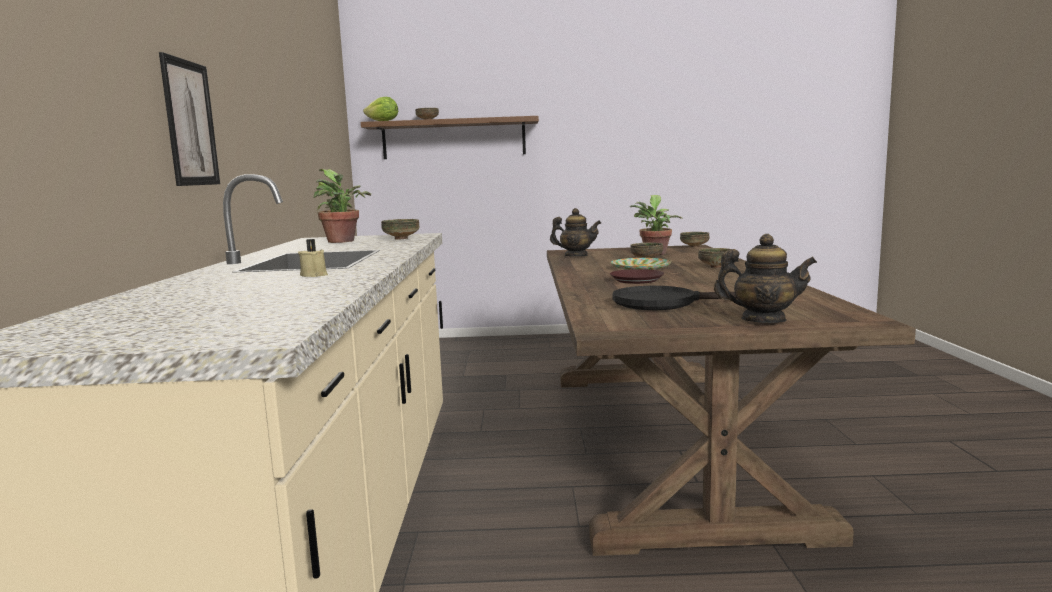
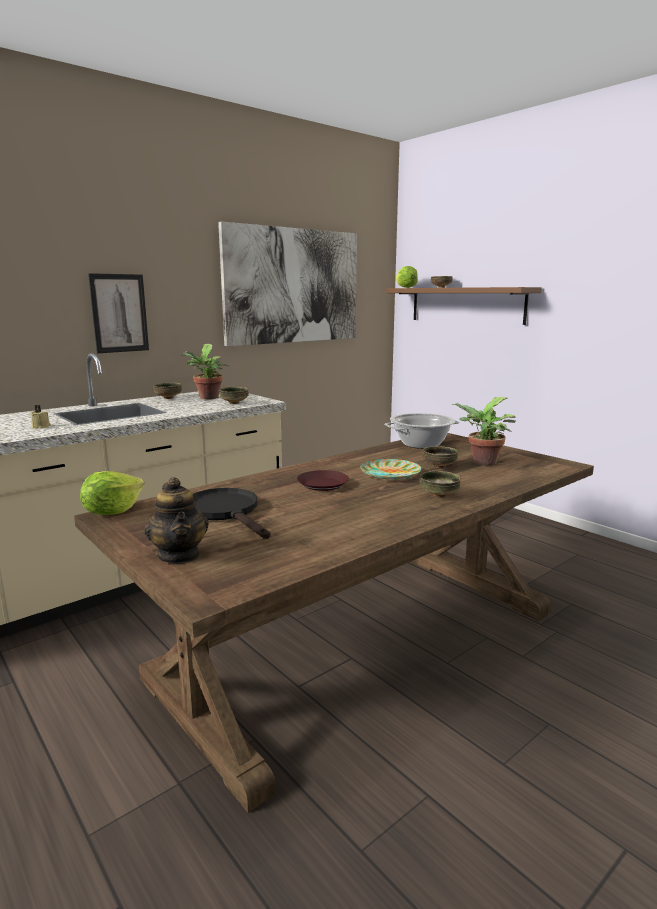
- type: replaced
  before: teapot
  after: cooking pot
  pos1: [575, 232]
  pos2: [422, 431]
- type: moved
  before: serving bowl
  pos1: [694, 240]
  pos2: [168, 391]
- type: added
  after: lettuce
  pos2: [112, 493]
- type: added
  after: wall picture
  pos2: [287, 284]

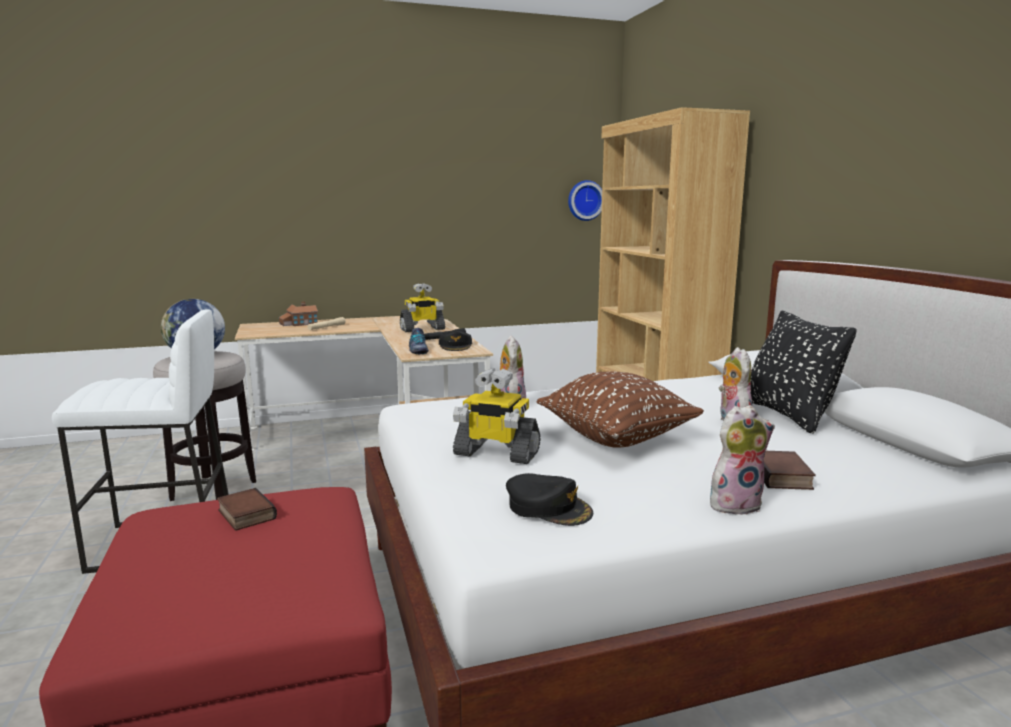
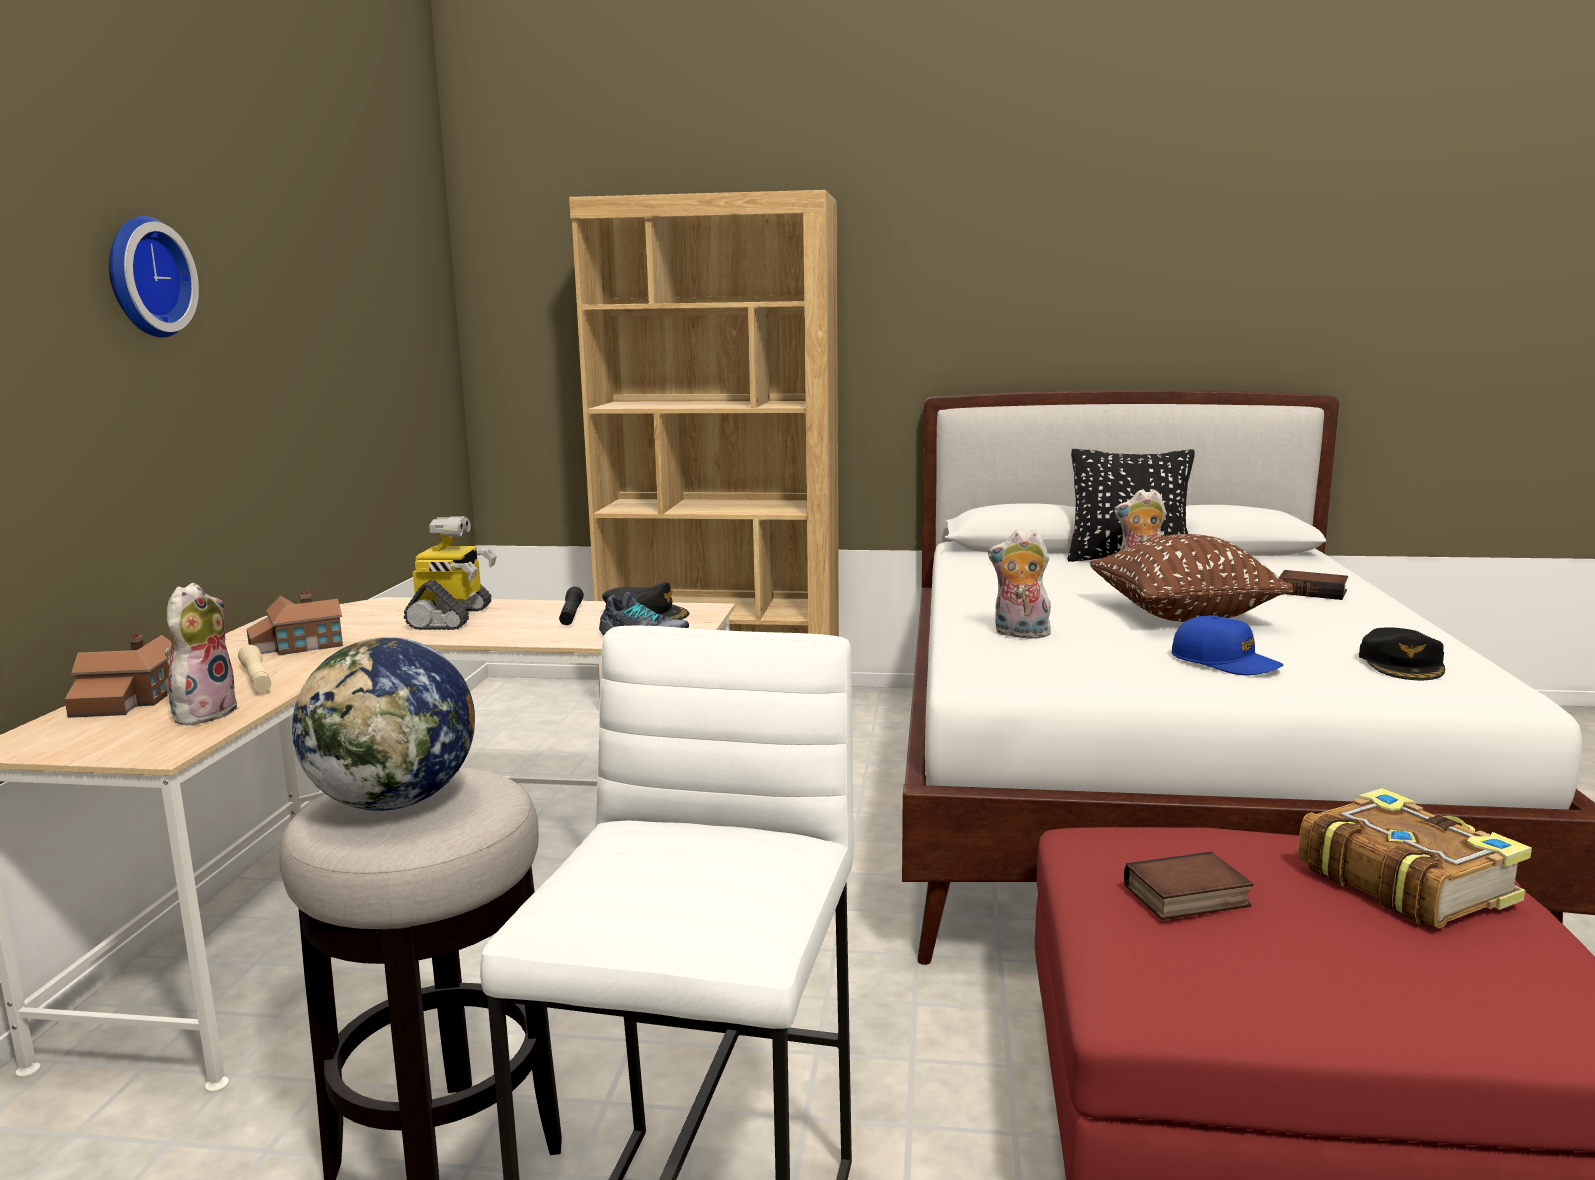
- type: replaced
  before: toy robot
  after: bluish baseball cap
  pos1: [496, 416]
  pos2: [1227, 645]
- type: turned
  before: blackish baseball cap
  pos1: [549, 499]
  pos2: [1402, 653]
  turn: 135
- type: moved
  before: hanging clock
  pos1: [585, 200]
  pos2: [154, 277]
- type: moved
  before: plush toy
  pos1: [742, 460]
  pos2: [202, 654]
- type: added
  after: model house
  pos2: [295, 623]
- type: added
  after: bound book
  pos2: [1415, 858]

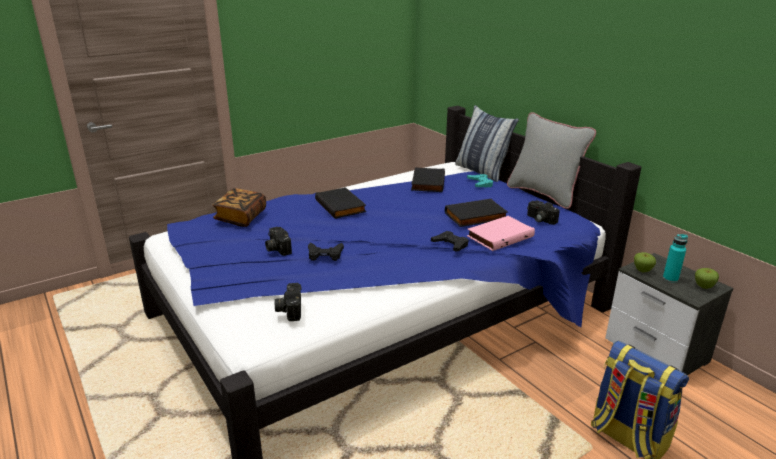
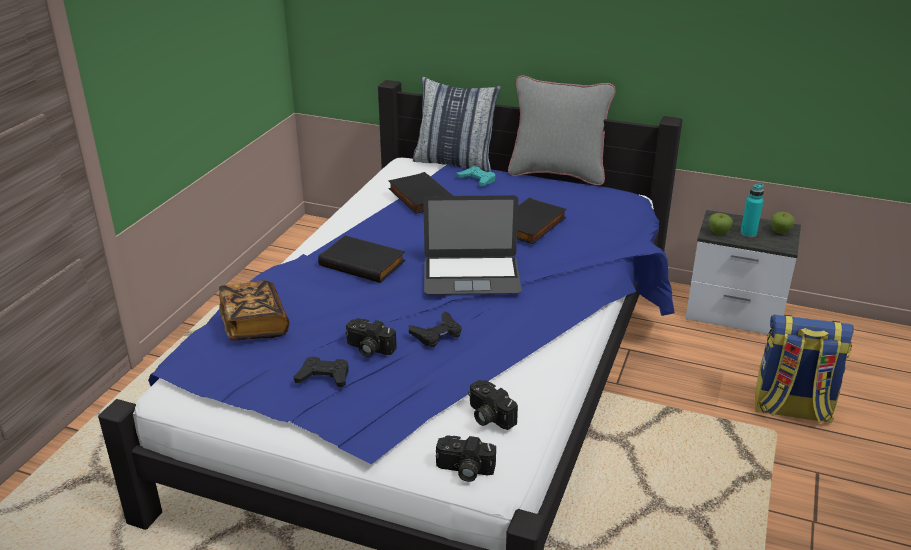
- type: moved
  before: blackish joypad
  pos1: [449, 241]
  pos2: [321, 371]
- type: removed
  before: pink bound book
  pos1: [501, 233]
- type: moved
  before: still camera
  pos1: [543, 212]
  pos2: [466, 458]
- type: added
  after: laptop
  pos2: [472, 245]

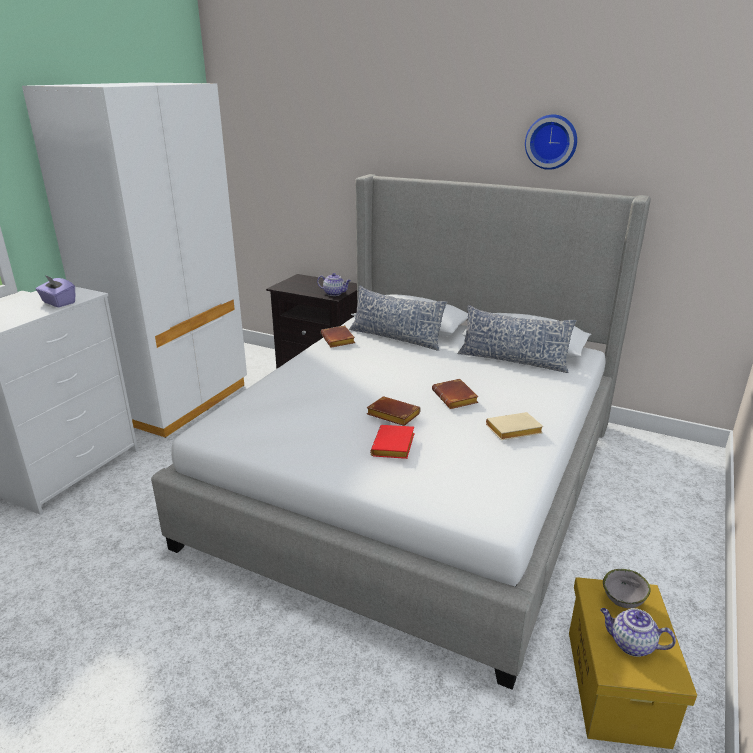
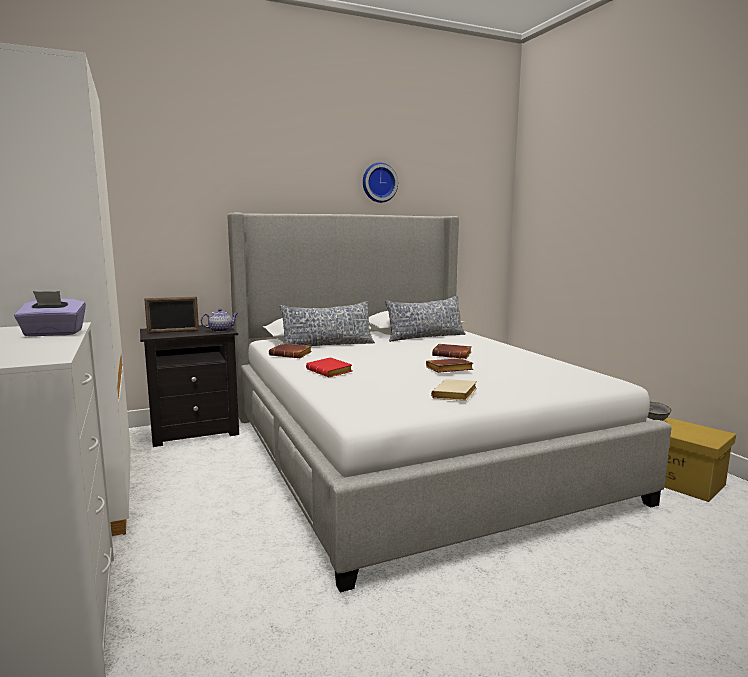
- type: moved
  before: red bound book
  pos1: [392, 442]
  pos2: [329, 367]
- type: moved
  before: beige bound book
  pos1: [515, 426]
  pos2: [454, 390]
- type: removed
  before: teapot
  pos1: [638, 632]
- type: added
  after: picture frame
  pos2: [171, 315]

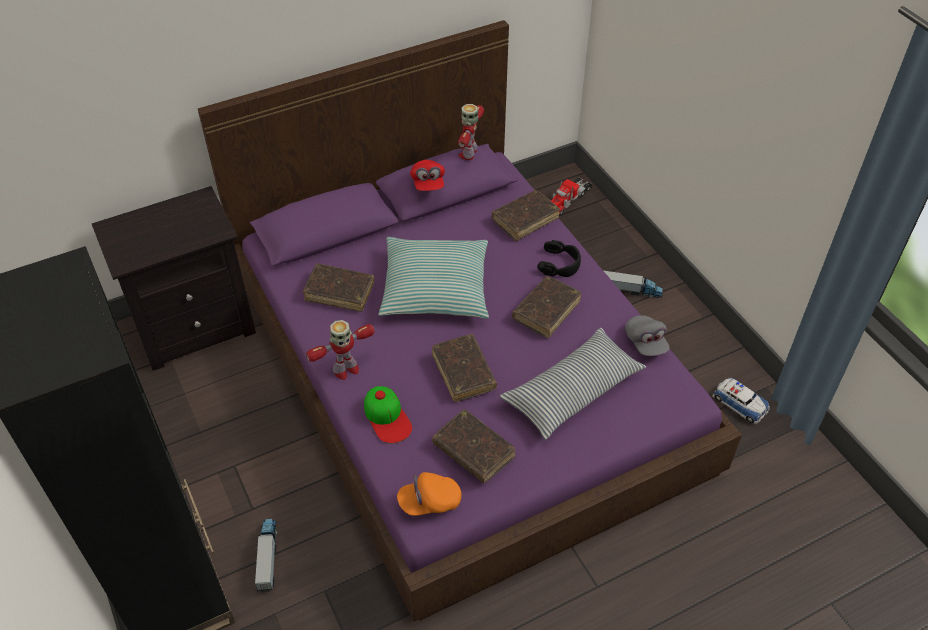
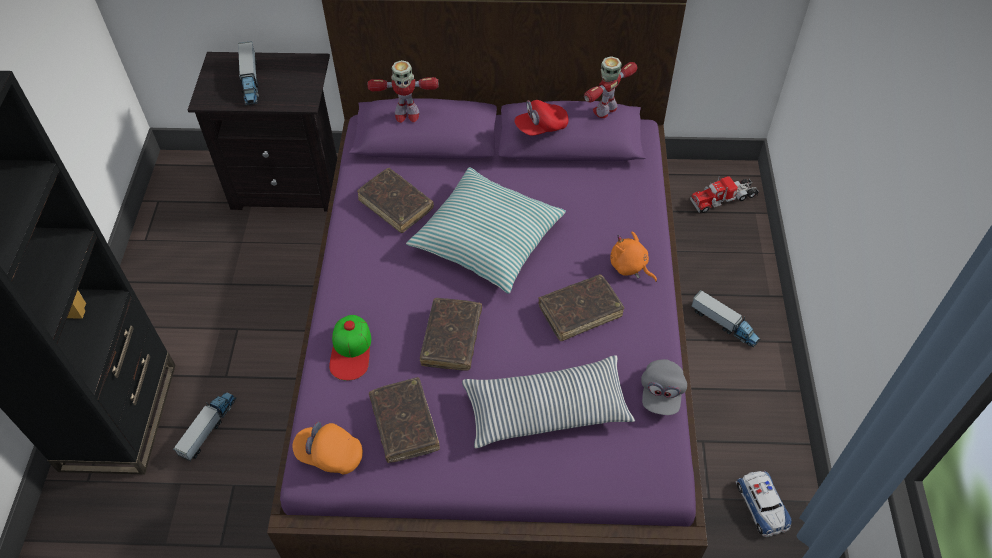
- type: moved
  before: toy robot
  pos1: [340, 350]
  pos2: [403, 91]
- type: turned
  before: red baseball cap
  pos1: [427, 175]
  pos2: [541, 118]
  turn: 45
- type: removed
  before: brownish bound book
  pos1: [526, 215]
- type: replaced
  before: blackish pair of headphones
  after: orangey plush toy
  pos1: [559, 258]
  pos2: [633, 256]
- type: added
  after: model truck
  pos2: [248, 73]

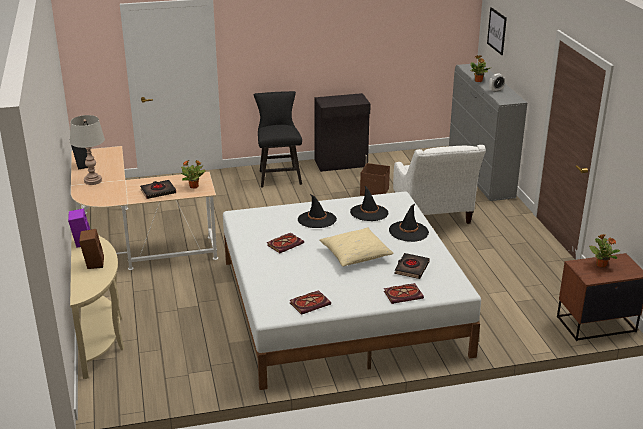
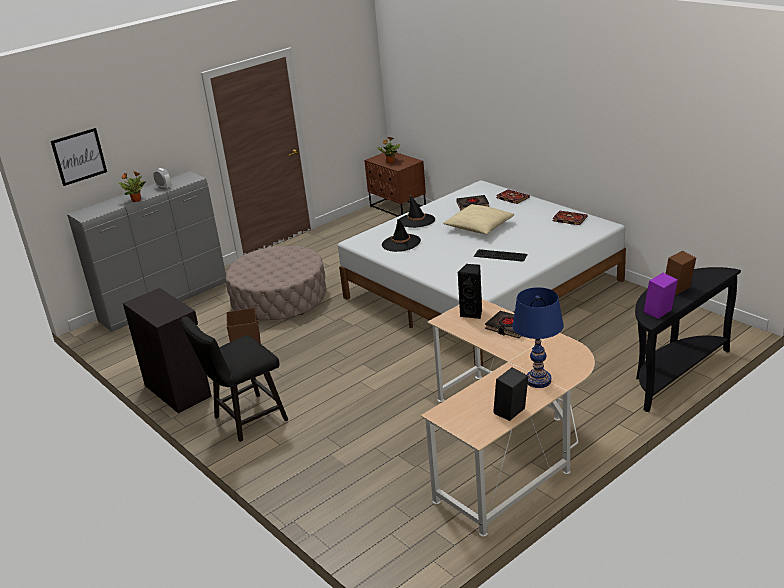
- type: recoloured
  before: grey table lamp
  after: bluish table lamp
  pos1: [87, 150]
  pos2: [538, 337]
- type: recoloured
  before: beige narrow table
  after: blackish narrow table
  pos1: [97, 307]
  pos2: [688, 339]
- type: replaced
  before: houseplant
  after: blackish speaker
  pos1: [193, 174]
  pos2: [470, 291]
- type: replaced
  before: bound book
  after: PC keyboard
  pos1: [285, 243]
  pos2: [501, 255]
- type: removed
  before: blackish hat
  pos1: [317, 211]
- type: replaced
  before: whitish lounge chair
  after: beige ottoman
  pos1: [439, 184]
  pos2: [275, 283]

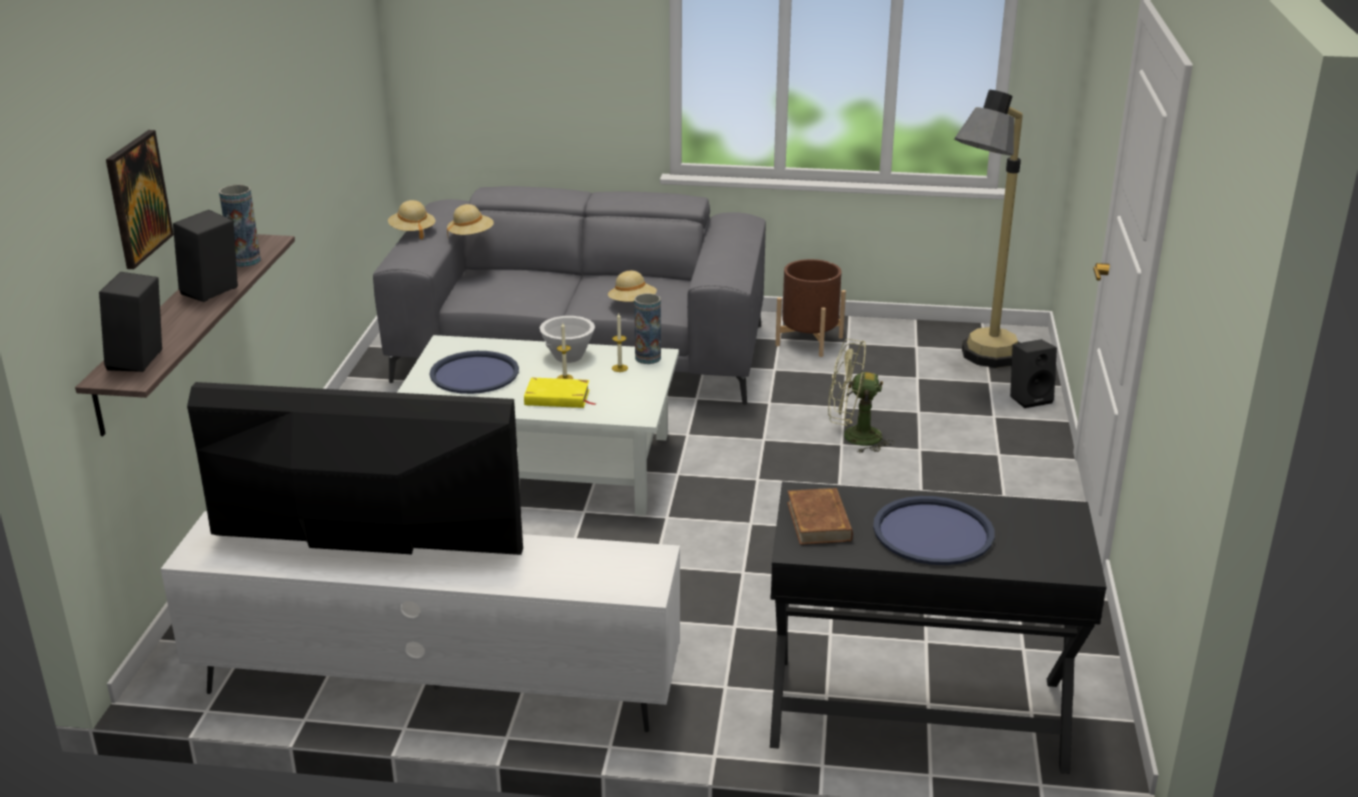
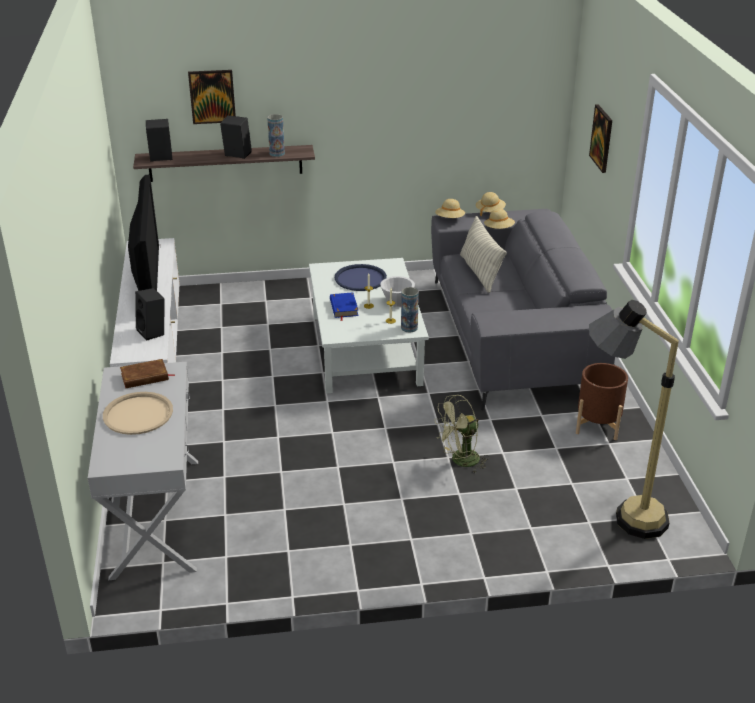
- type: recoloured
  before: yellowish bound book
  after: bluish bound book
  pos1: [560, 392]
  pos2: [344, 306]
- type: moved
  before: beige hat
  pos1: [632, 286]
  pos2: [450, 208]
- type: recoloured
  before: blackish narrow table
  after: whitish narrow table
  pos1: [938, 627]
  pos2: [143, 471]
- type: turned
  before: green-coloured fan
  pos1: [861, 396]
  pos2: [461, 433]
  turn: -105
- type: recoloured
  before: bluish tray
  after: beige tray
  pos1: [934, 530]
  pos2: [138, 413]
- type: moved
  before: blackish speaker
  pos1: [1033, 373]
  pos2: [149, 314]
- type: added
  after: throw pillow
  pos2: [483, 254]
- type: added
  after: wall picture
  pos2: [600, 138]

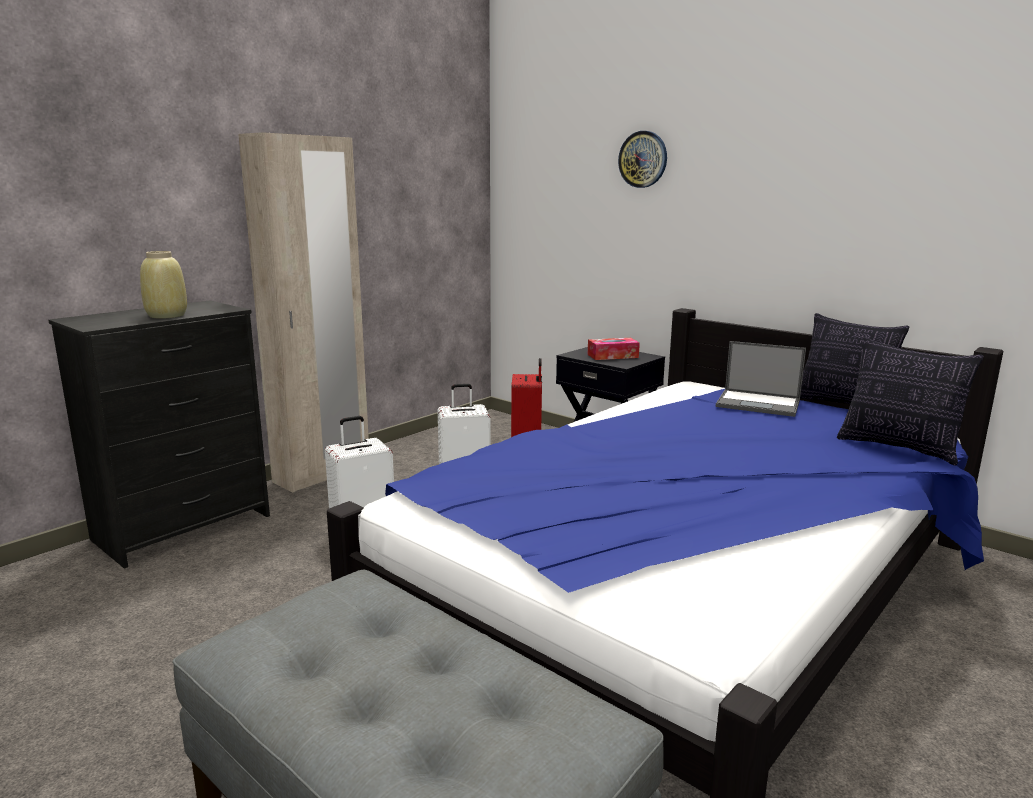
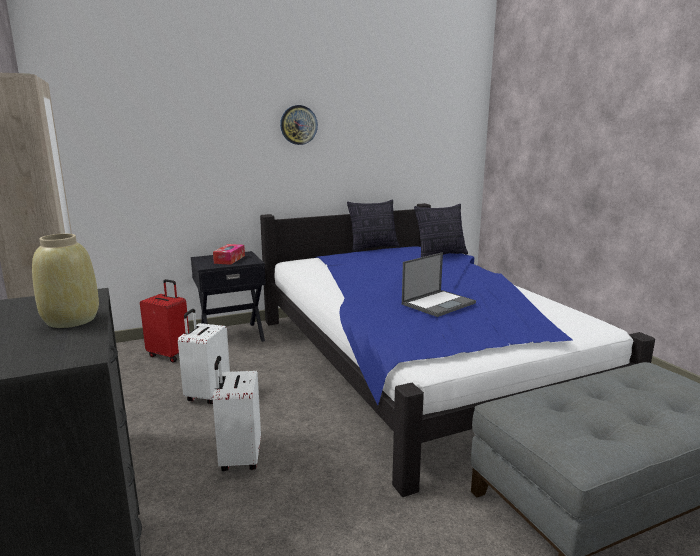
- type: moved
  before: hanging clock
  pos1: [642, 159]
  pos2: [299, 125]
- type: moved
  before: laptop
  pos1: [760, 379]
  pos2: [439, 284]

